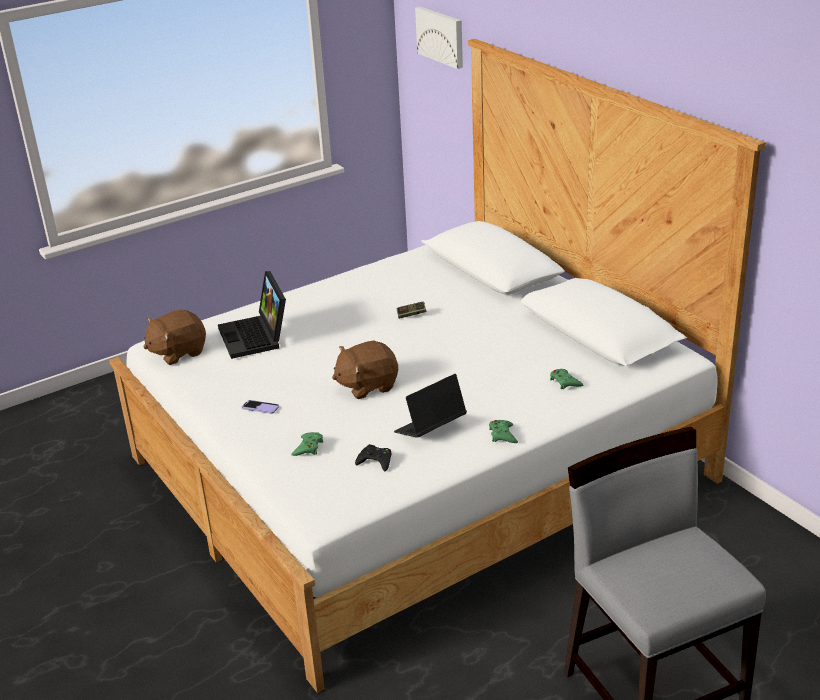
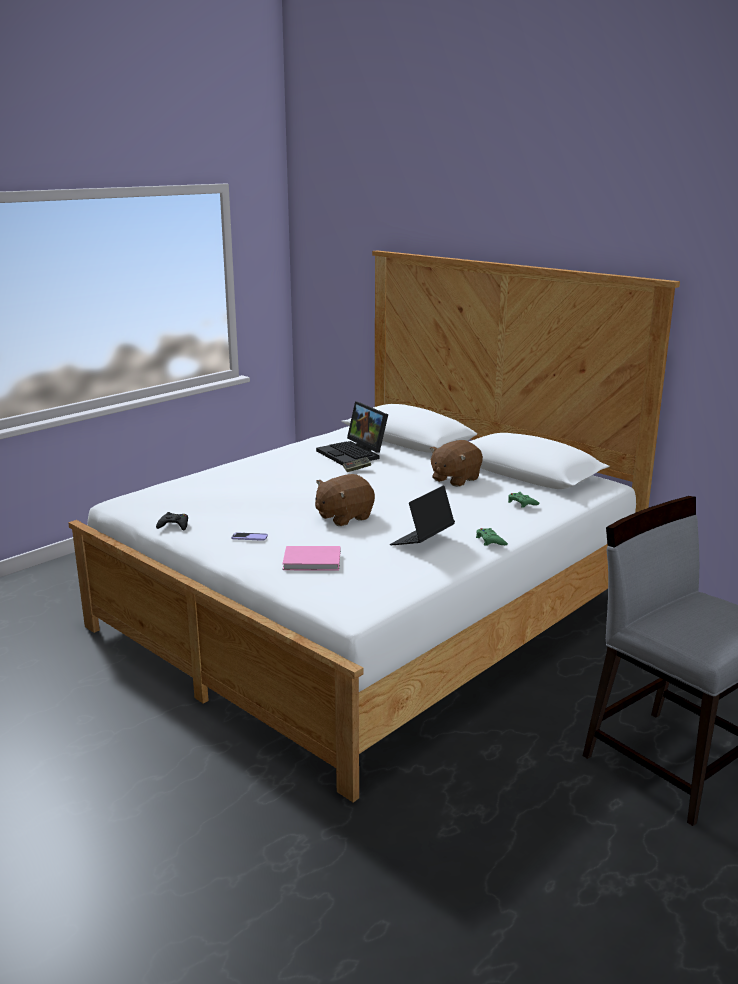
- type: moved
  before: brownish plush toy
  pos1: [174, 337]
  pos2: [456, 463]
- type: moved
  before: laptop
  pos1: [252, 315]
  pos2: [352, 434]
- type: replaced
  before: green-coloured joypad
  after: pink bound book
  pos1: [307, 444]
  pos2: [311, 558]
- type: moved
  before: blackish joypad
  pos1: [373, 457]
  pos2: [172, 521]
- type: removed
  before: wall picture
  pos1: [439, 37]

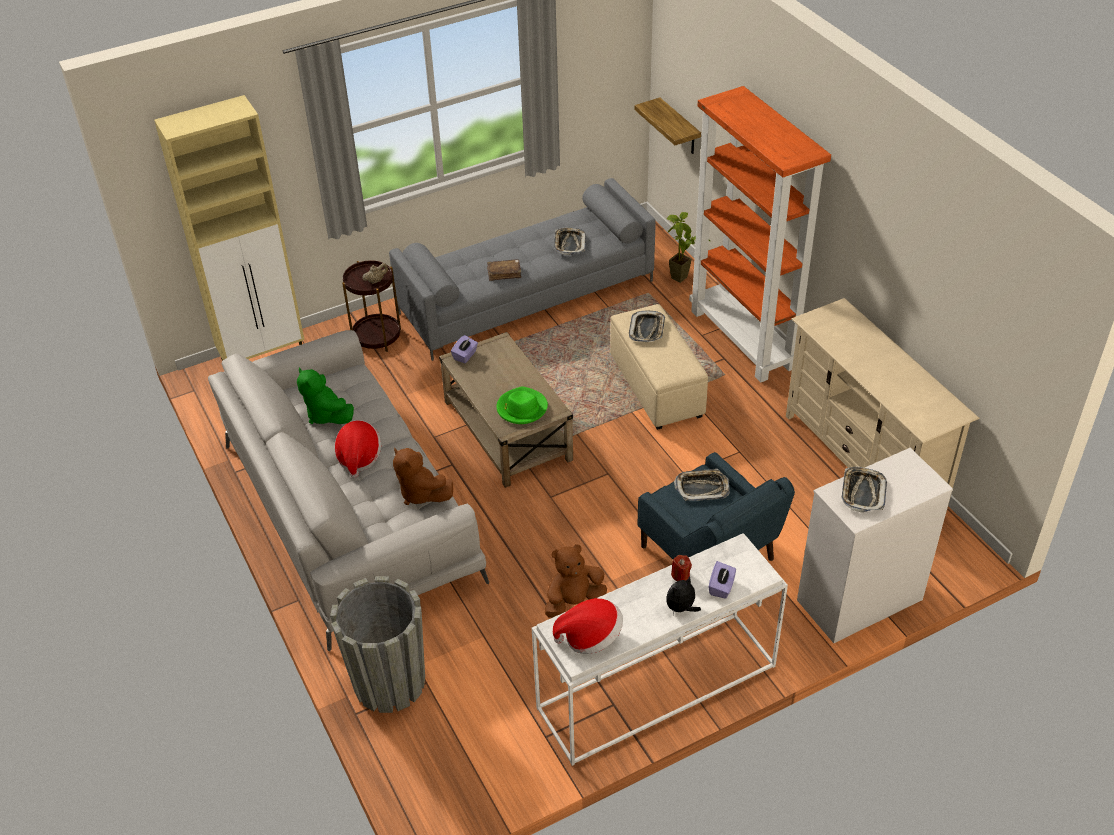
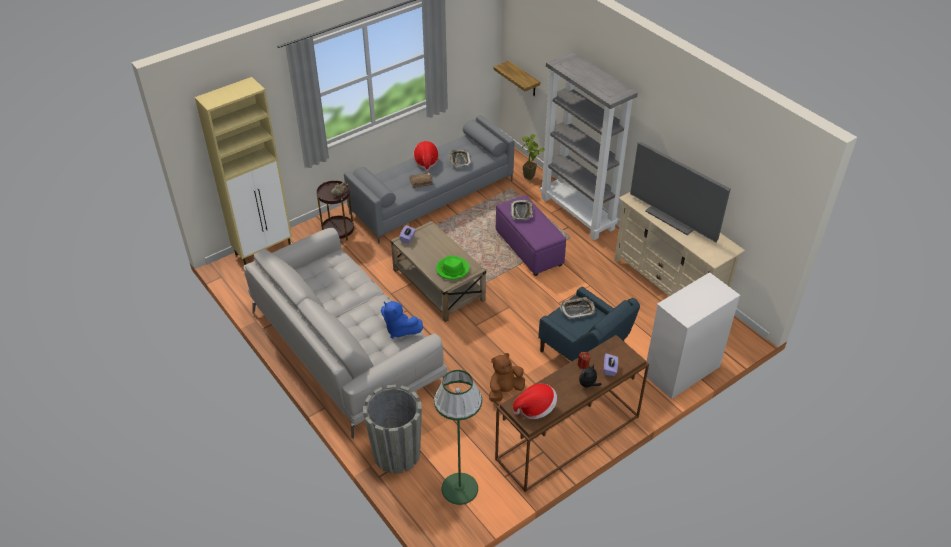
- type: removed
  before: green-coloured plush toy
  pos1: [325, 395]
- type: moved
  before: hat
  pos1: [358, 449]
  pos2: [426, 156]
- type: recoloured
  before: brownish plush toy
  after: bluish plush toy
  pos1: [423, 476]
  pos2: [402, 319]
- type: recoloured
  before: whitish narrow table
  after: brownish narrow table
  pos1: [660, 649]
  pos2: [572, 413]
- type: recoloured
  before: beige ottoman
  after: purple-coloured ottoman
  pos1: [659, 367]
  pos2: [531, 235]
- type: recoloured
  before: orangey bookcase
  after: grey bookcase
  pos1: [760, 234]
  pos2: [589, 146]
- type: removed
  before: tray
  pos1: [864, 490]
- type: added
  after: green-coloured floor lamp
  pos2: [458, 437]
- type: added
  after: television
  pos2: [680, 192]

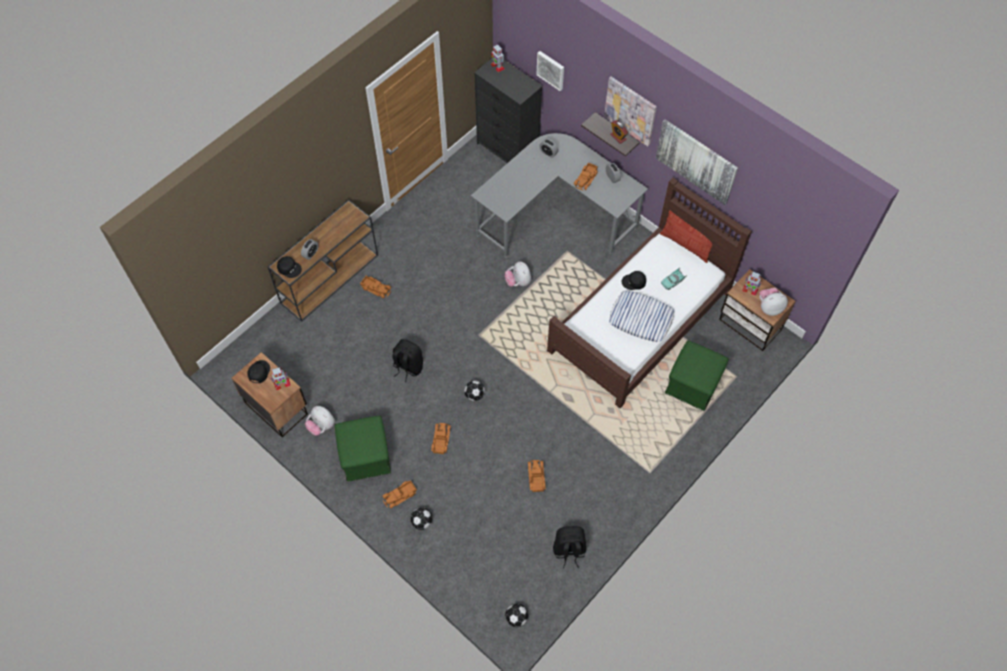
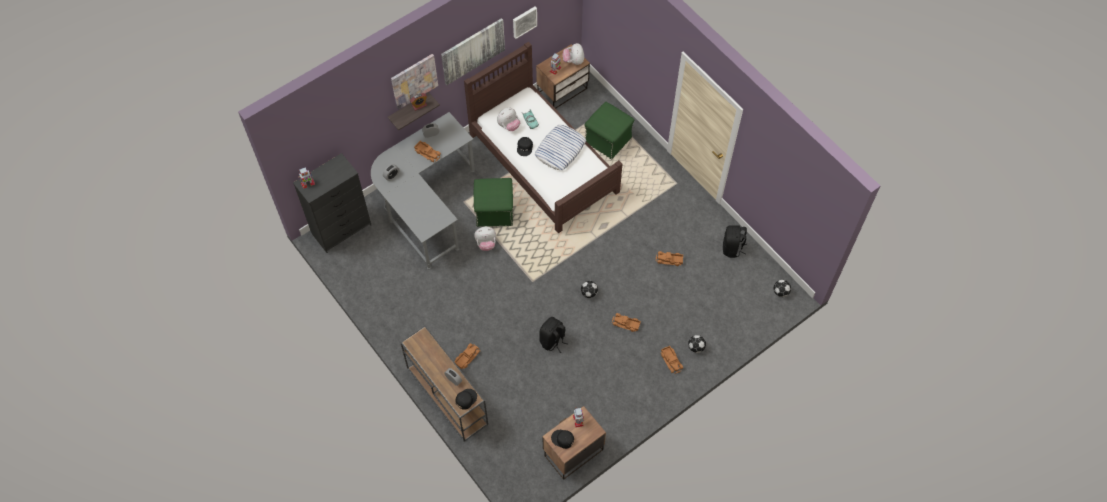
- type: moved
  before: plush toy
  pos1: [320, 421]
  pos2: [508, 119]
- type: moved
  before: green-coloured ottoman
  pos1: [363, 448]
  pos2: [493, 202]
- type: moved
  before: wall picture
  pos1: [550, 71]
  pos2: [525, 23]
- type: removed
  before: throw pillow
  pos1: [686, 236]

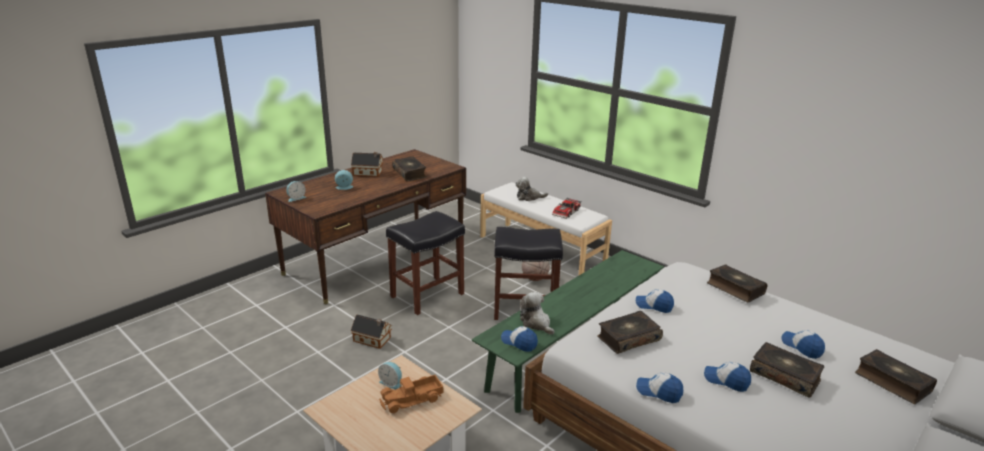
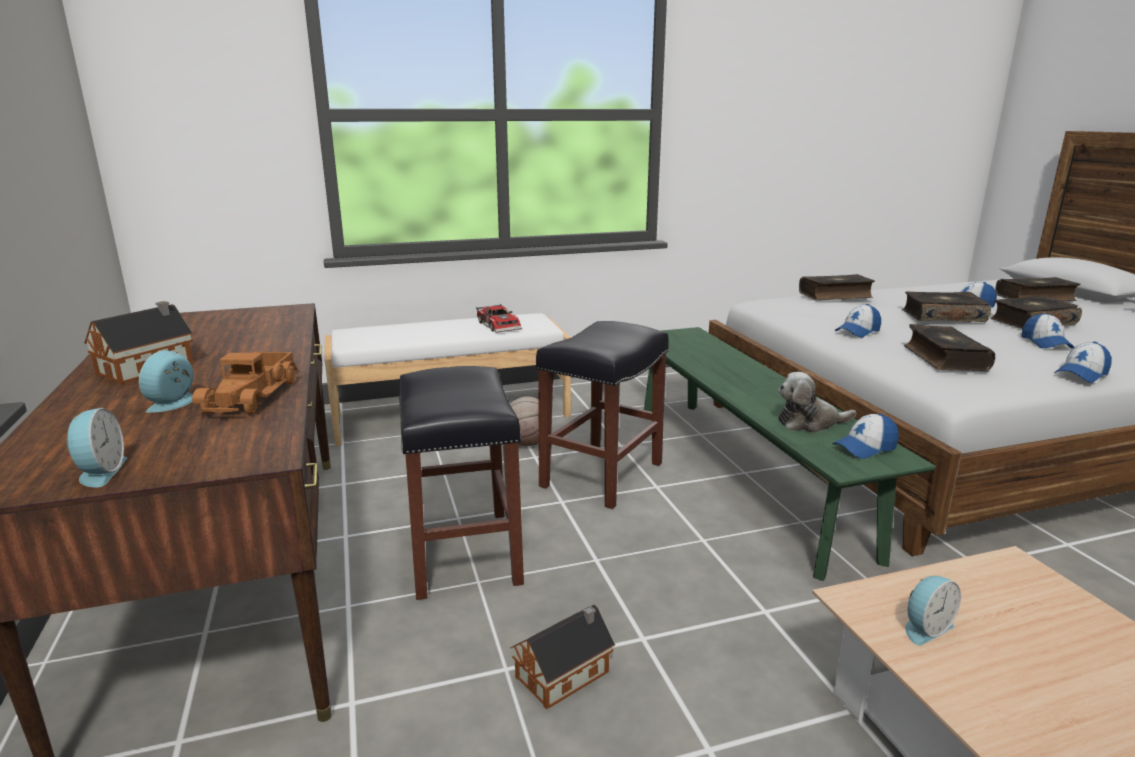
- type: moved
  before: model truck
  pos1: [411, 394]
  pos2: [245, 383]
- type: moved
  before: bound book
  pos1: [409, 168]
  pos2: [946, 307]
- type: removed
  before: plush toy
  pos1: [532, 189]
- type: turned
  before: baseball cap
  pos1: [727, 377]
  pos2: [1047, 330]
  turn: -60

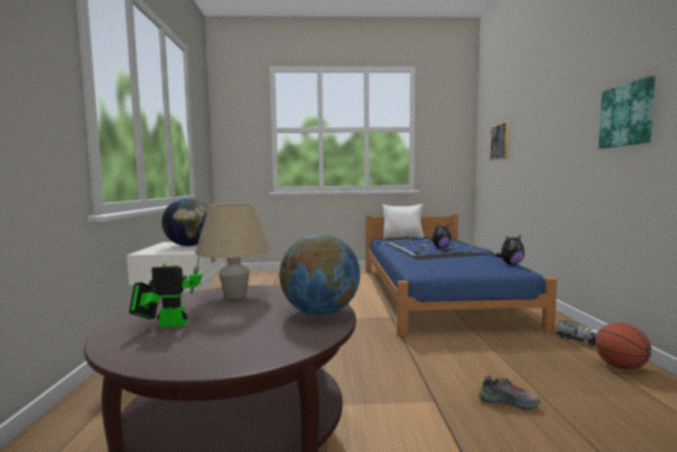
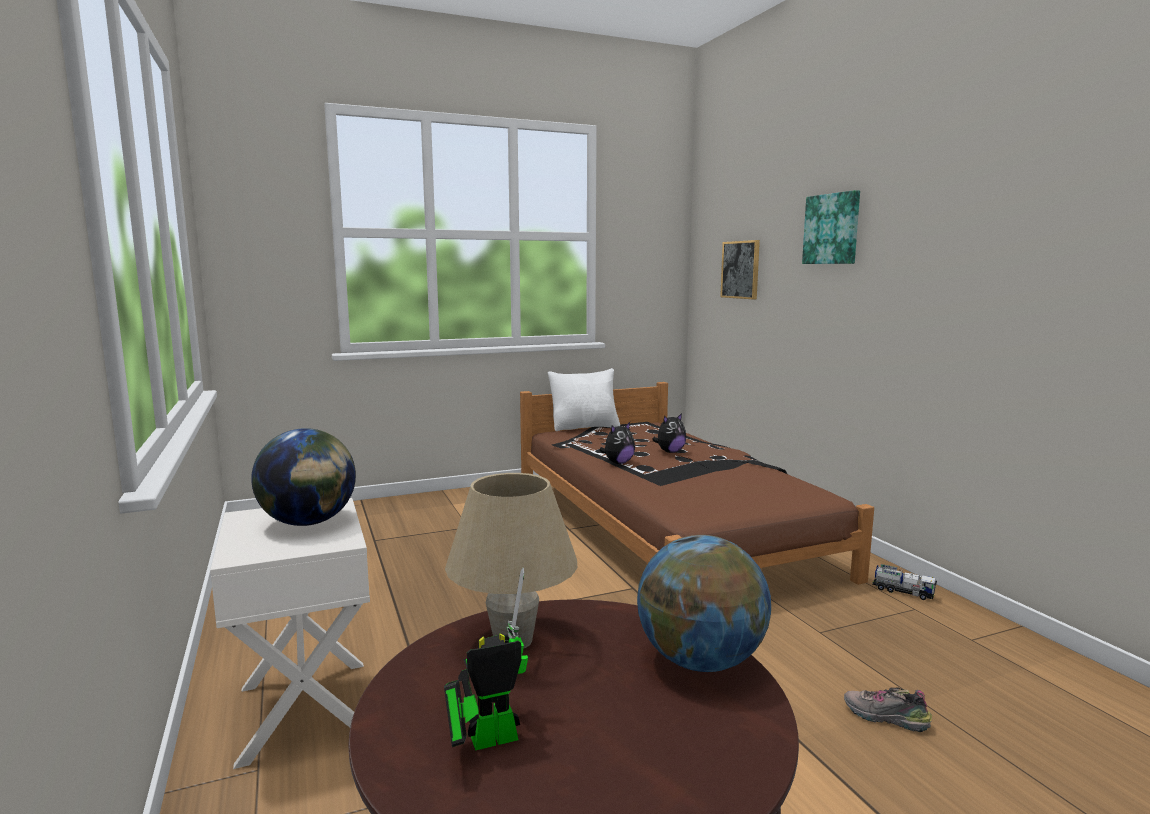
- type: recoloured
  before: bluish bed
  after: brownish bed
  pos1: [461, 275]
  pos2: [697, 483]
- type: turned
  before: low shoe
  pos1: [509, 392]
  pos2: [888, 709]
  turn: -150
- type: moved
  before: plush toy
  pos1: [511, 250]
  pos2: [617, 443]
- type: removed
  before: basketball
  pos1: [623, 346]
- type: moved
  before: wall picture
  pos1: [627, 112]
  pos2: [831, 227]

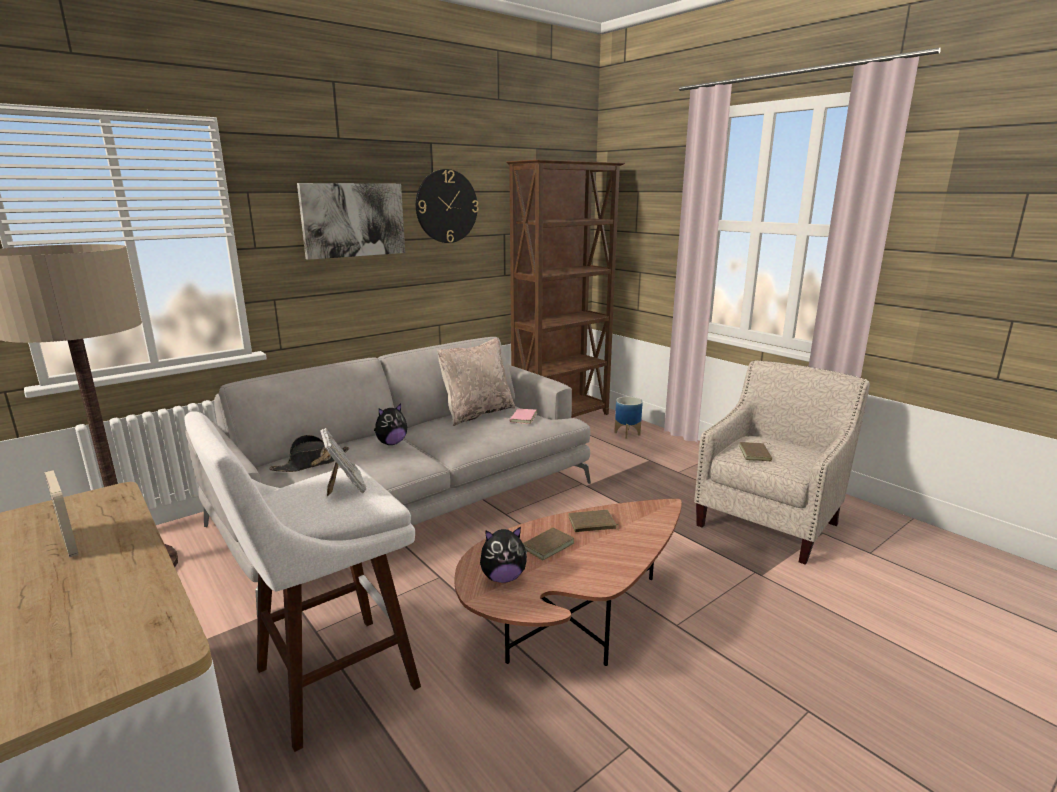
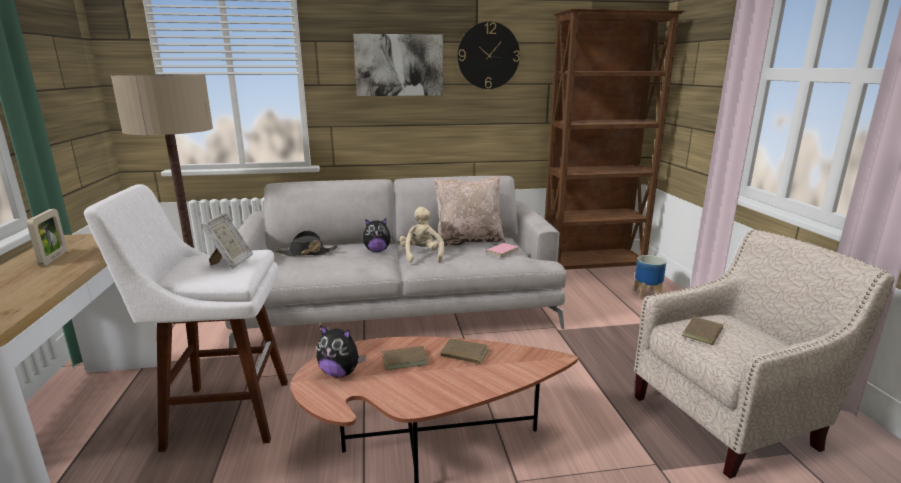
- type: added
  after: beige plush toy
  pos2: [421, 235]

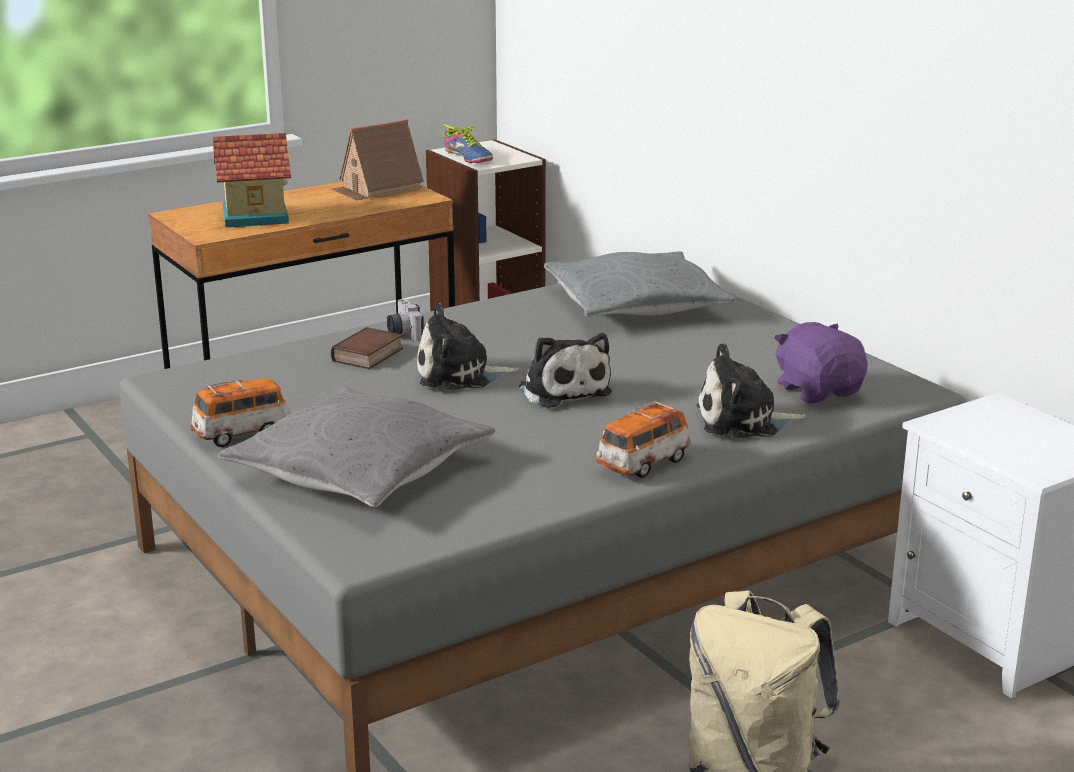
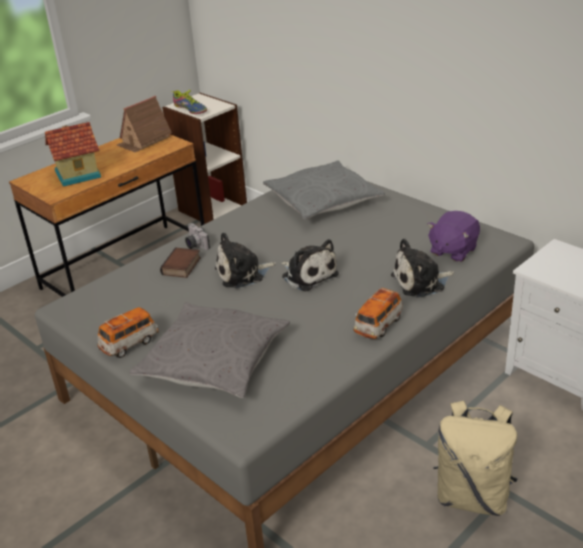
- type: turned
  before: purple-coloured plush toy
  pos1: [821, 363]
  pos2: [453, 236]
  turn: -105

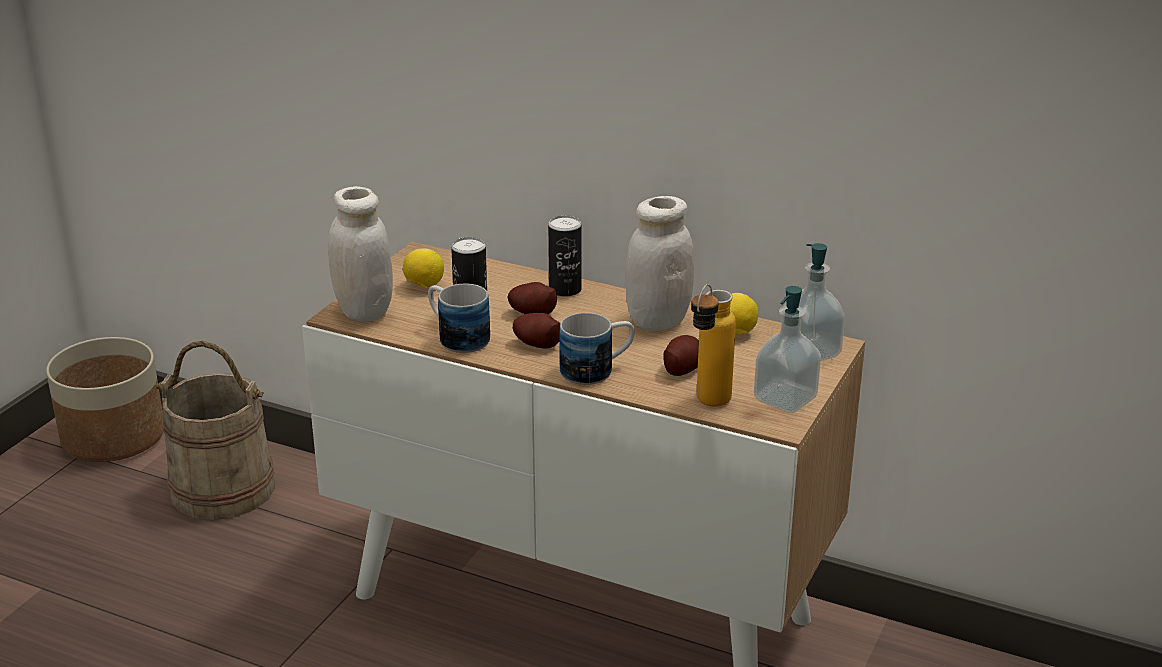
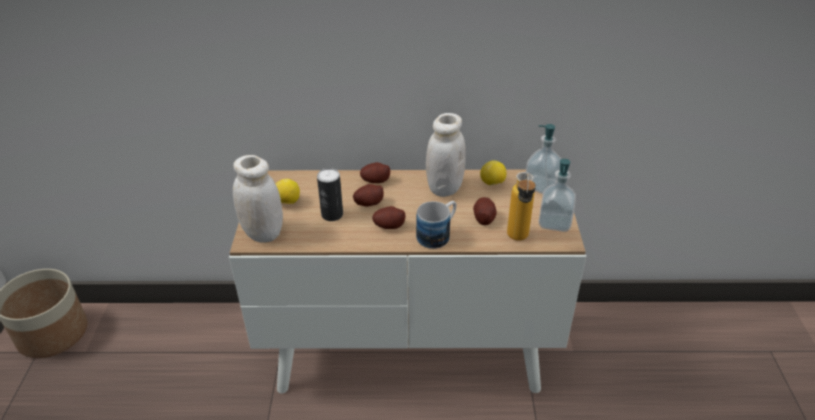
- type: removed
  before: beige water bucket
  pos1: [215, 430]
- type: removed
  before: mug
  pos1: [459, 318]
- type: replaced
  before: metal can
  after: whole potato
  pos1: [565, 256]
  pos2: [375, 172]

